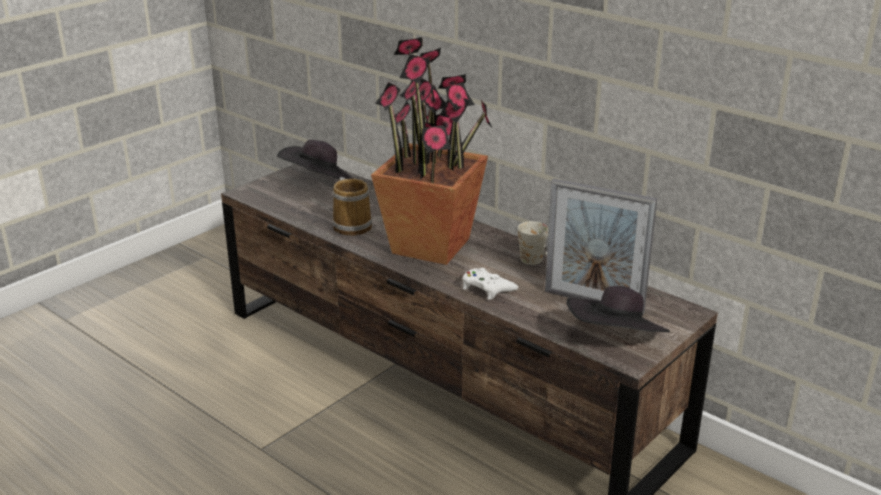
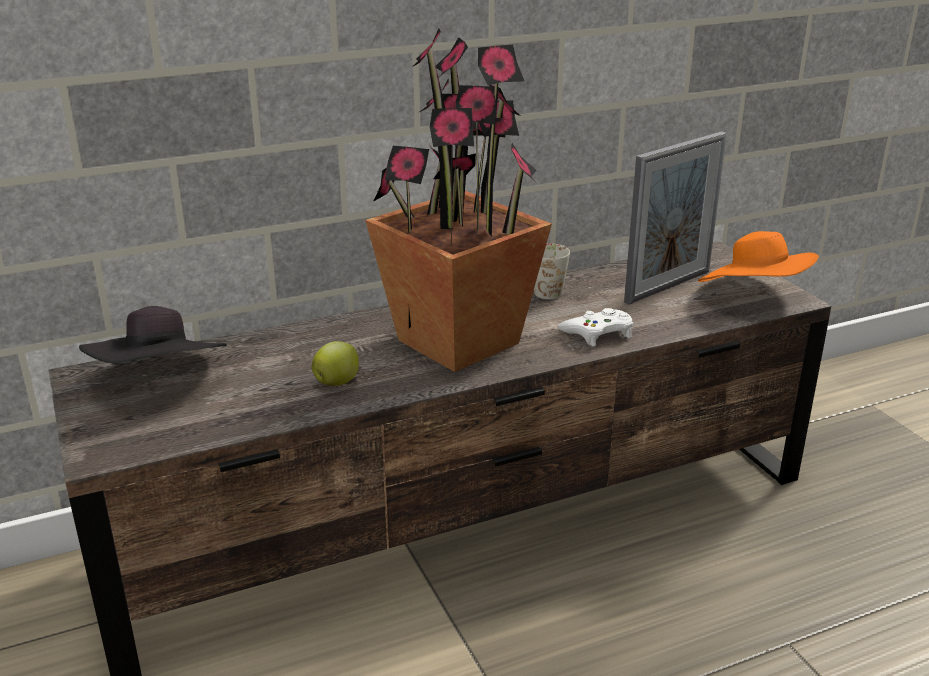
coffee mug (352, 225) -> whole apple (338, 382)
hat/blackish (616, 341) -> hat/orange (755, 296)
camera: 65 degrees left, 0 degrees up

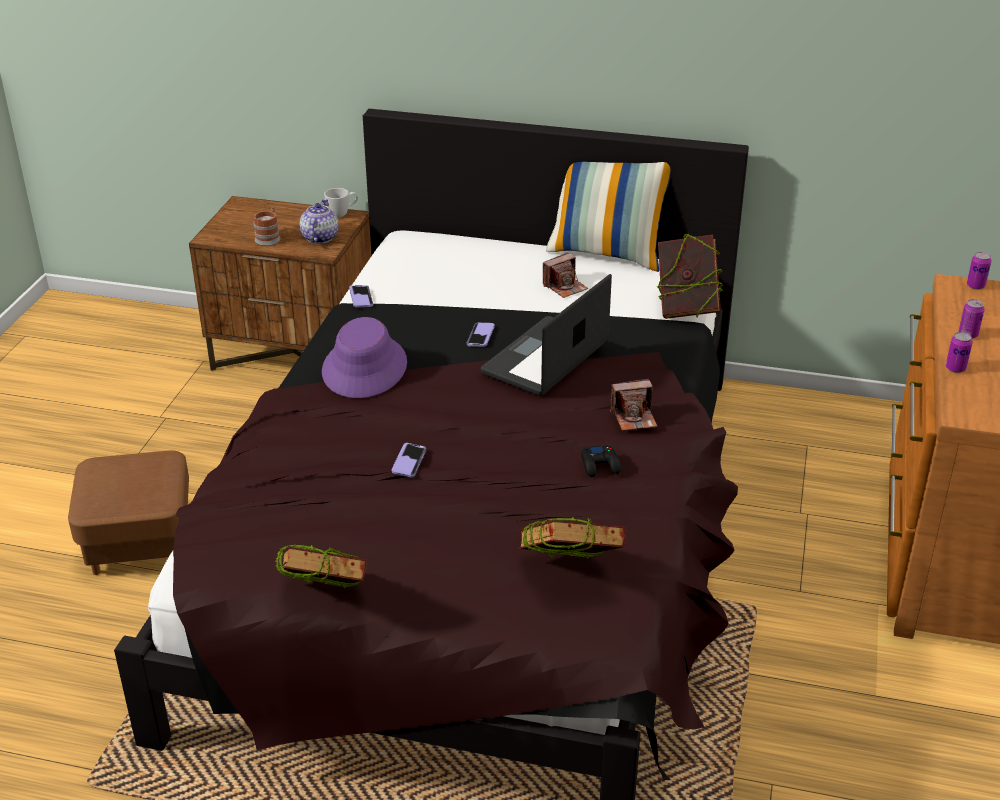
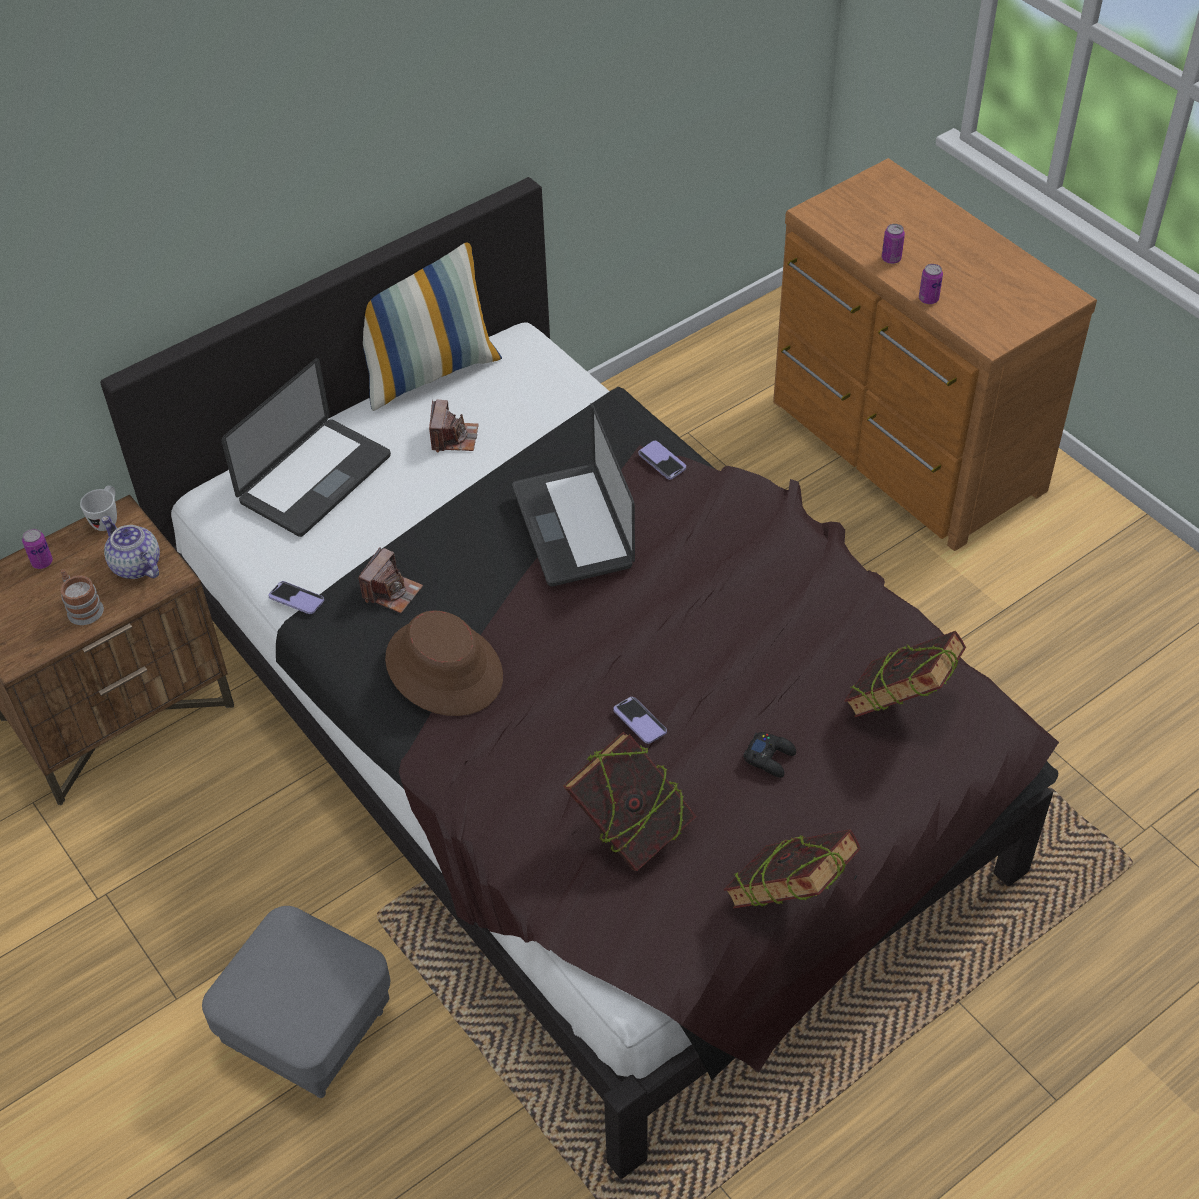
metal can (975, 286) -> metal can (42, 562), moved
pouffe/brown-coloured (139, 542) -> pouffe/greyish (308, 1028)
none -> laptop (315, 479)
photo camera (634, 418) -> photo camera (392, 592), moved
hat/purplish (365, 368) -> hat/brown-coloured (444, 668)
bound book (686, 309) -> bound book (630, 831), moved
phone (480, 336) -> phone (662, 461), moved
joypad/blackish (600, 465) -> joypad/blackish (770, 757), moved
camera: 50 degrees left, 15 degrees up

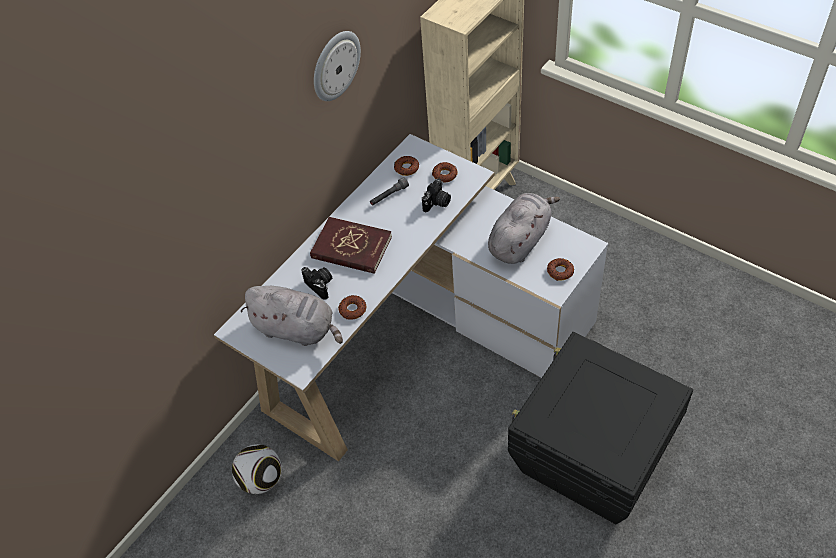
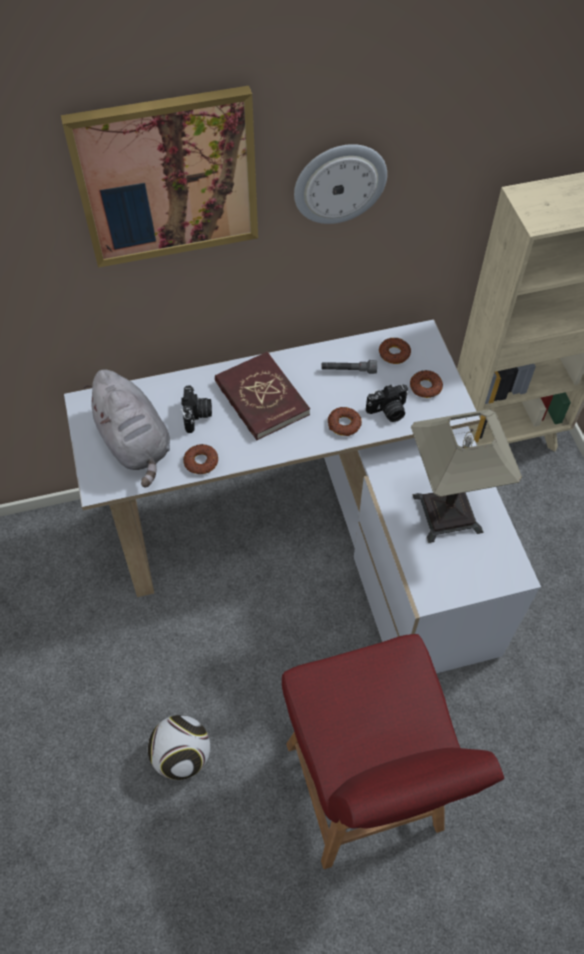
none -> wall picture (167, 178)
football ball (261, 479) -> football ball (182, 755), moved
storage container/blackish (590, 457) -> chair/red (364, 790)
doughnut (560, 271) -> doughnut (344, 424), moved
cuddly toy/greyish (520, 240) -> table lamp (447, 513)
camera: 35 degrees right, 5 degrees up

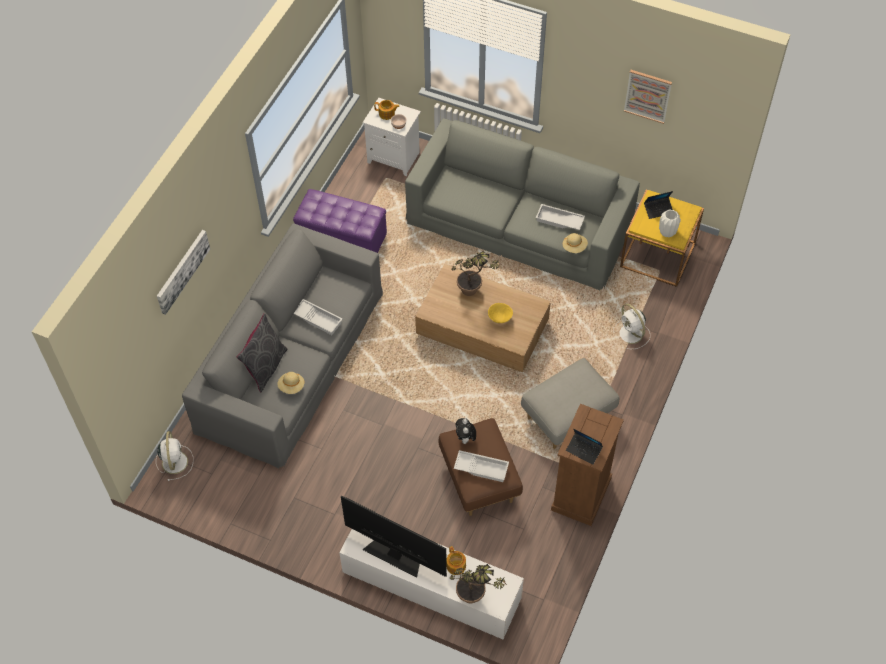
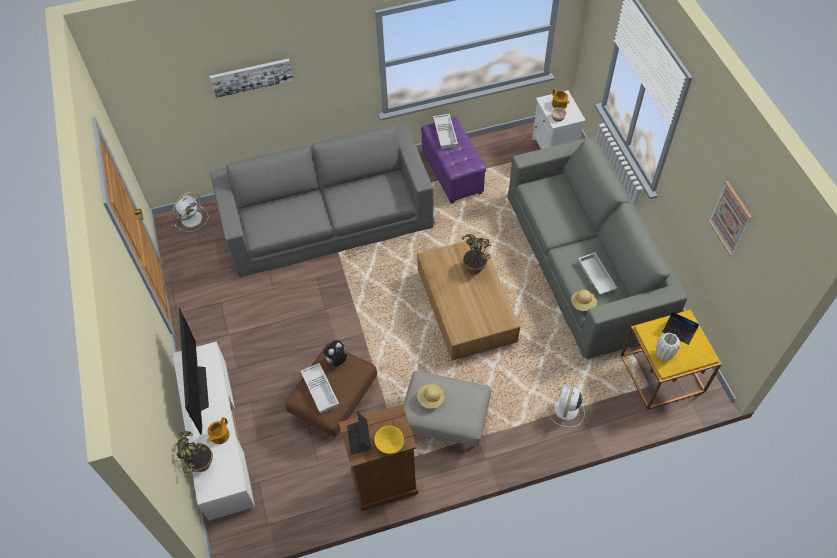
bowl/yellowish (500, 318) -> bowl/yellowish (389, 444), moved
hat/beige-coloured (291, 386) -> hat/beige-coloured (430, 399), moved
serving tray/white (318, 318) -> serving tray/white (446, 133), moved
throw pillow/greyish (265, 367) -> none
camera: 50 degrees right, 0 degrees up

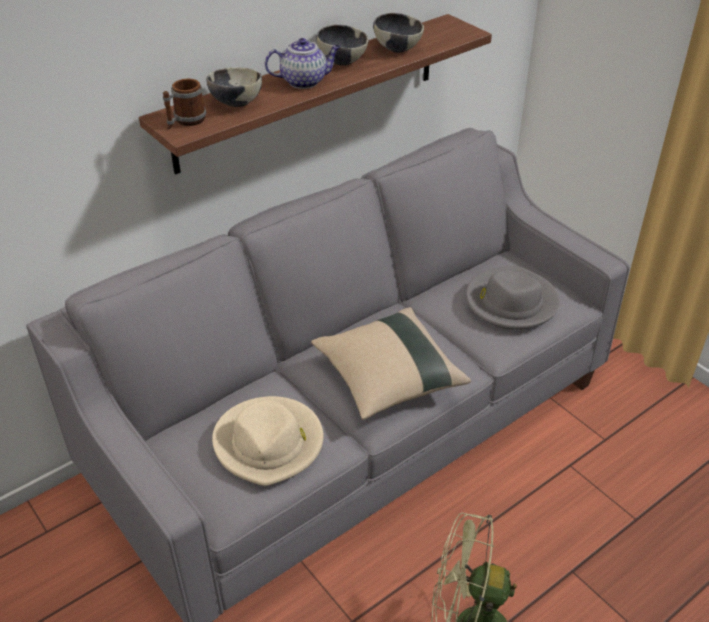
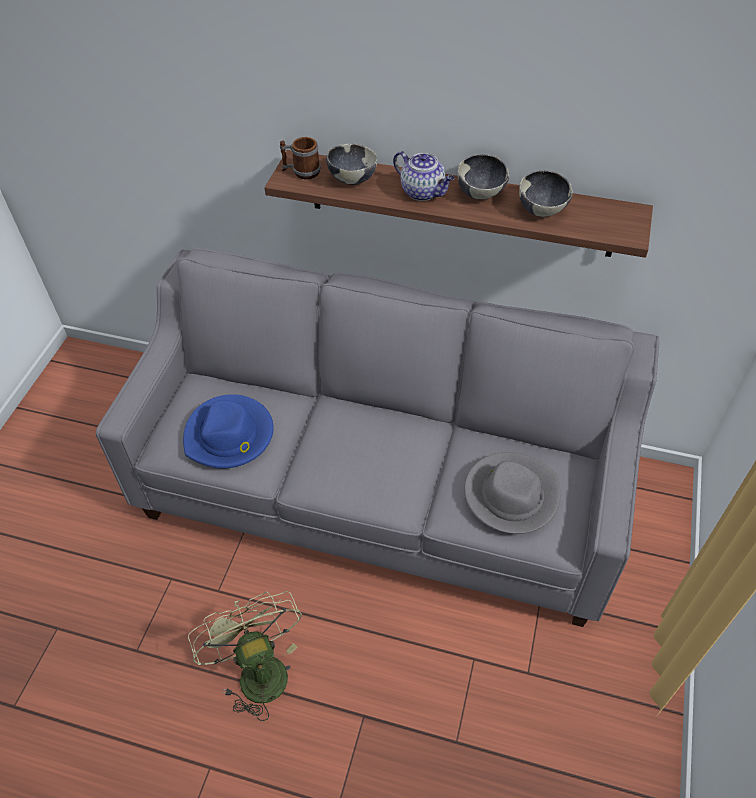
hat/beige-coloured (269, 443) -> hat/bluish (229, 435)
throw pillow/beige-coloured (388, 378) -> none
camera: 55 degrees right, 10 degrees up

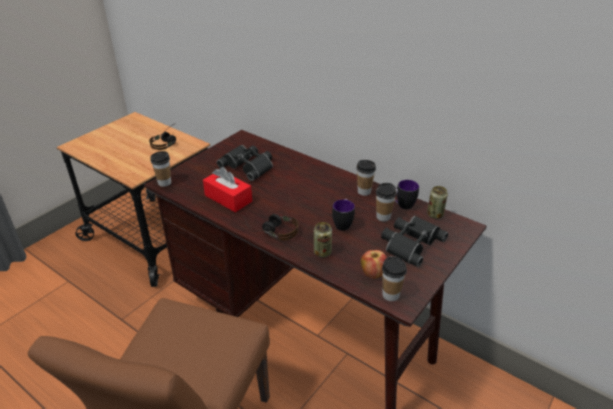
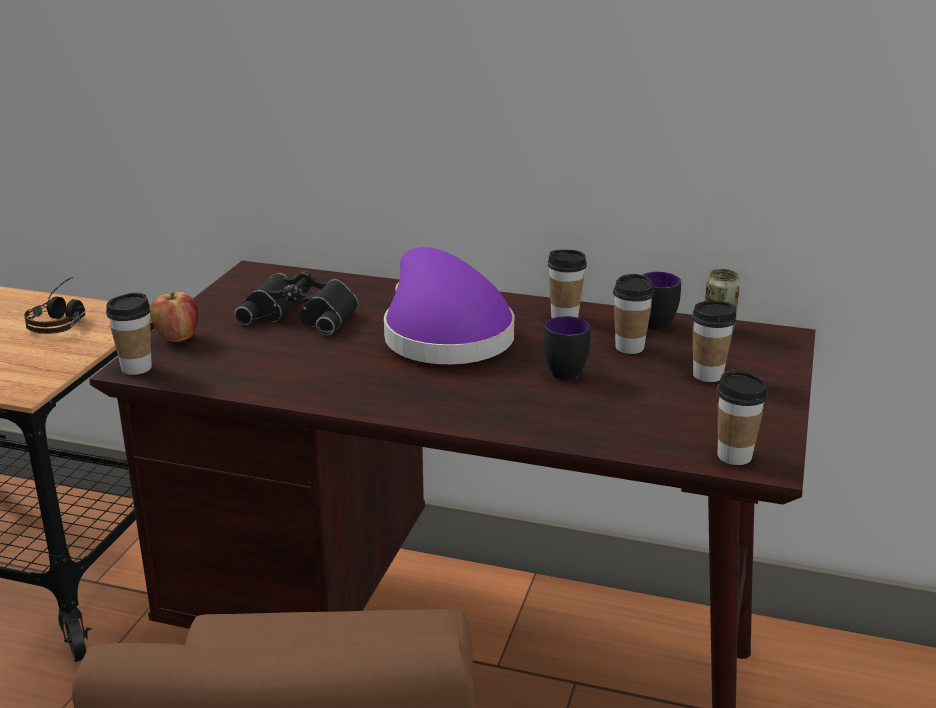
whole apple (373, 274) -> whole apple (177, 337), moved
none -> hat/purplish (443, 335)
field glasses/blackish (410, 242) -> drinking cup (707, 375)
tissue holder/red (228, 198) -> none
headset (272, 230) -> none
metal can (322, 252) -> none
camera: 20 degrees left, 10 degrees down

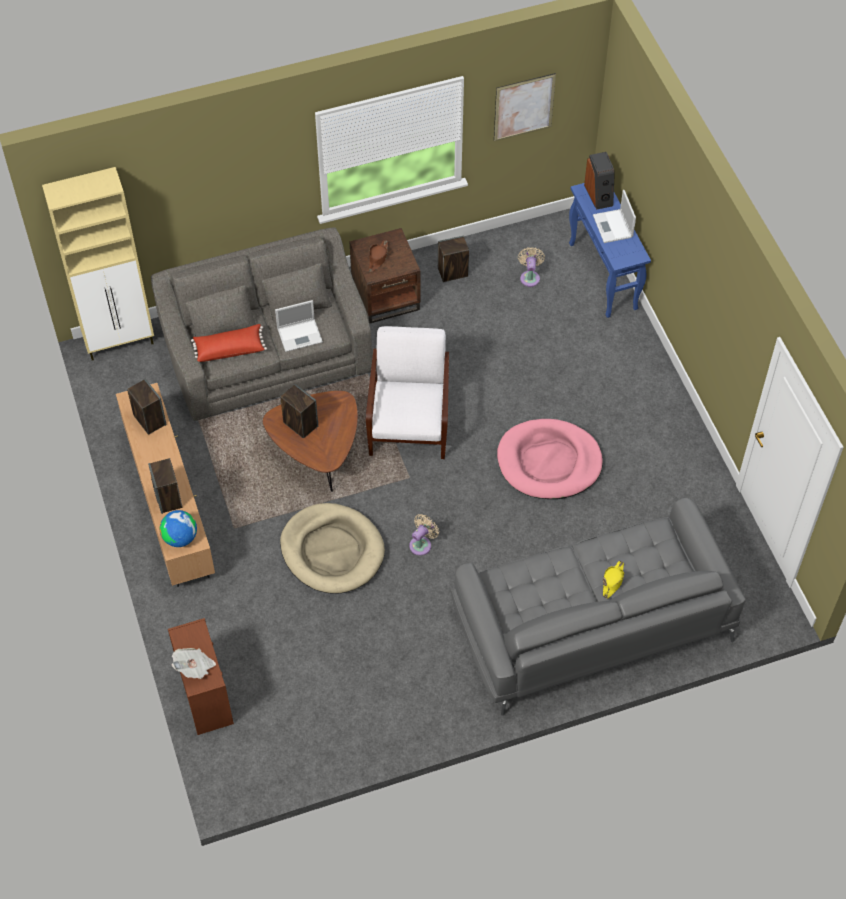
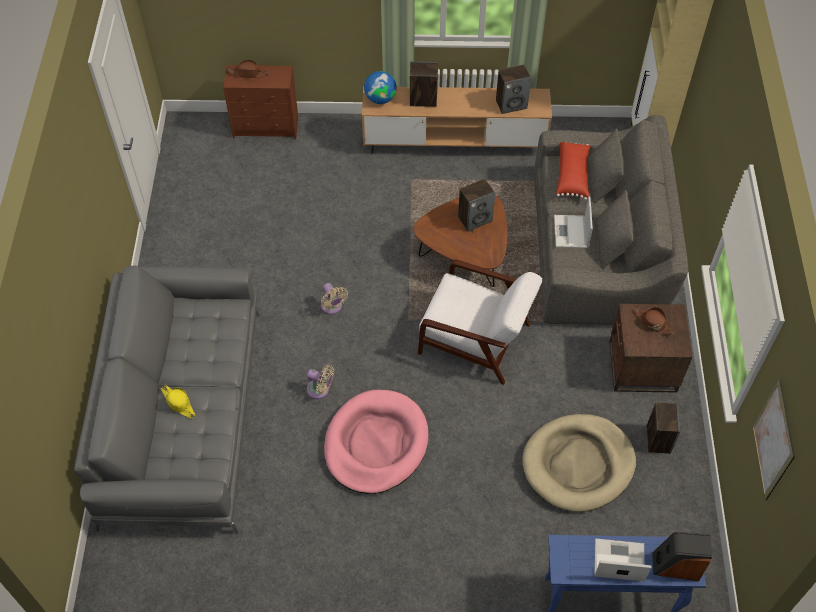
printed paper (194, 667) -> hat/brown-coloured (249, 73)
electric fan/beige-coloured (530, 277) -> electric fan/beige-coloured (320, 390), moved
dog bed/beige-coloured (332, 551) -> dog bed/beige-coloured (578, 464), moved
camera: 110 degrees right, 0 degrees up

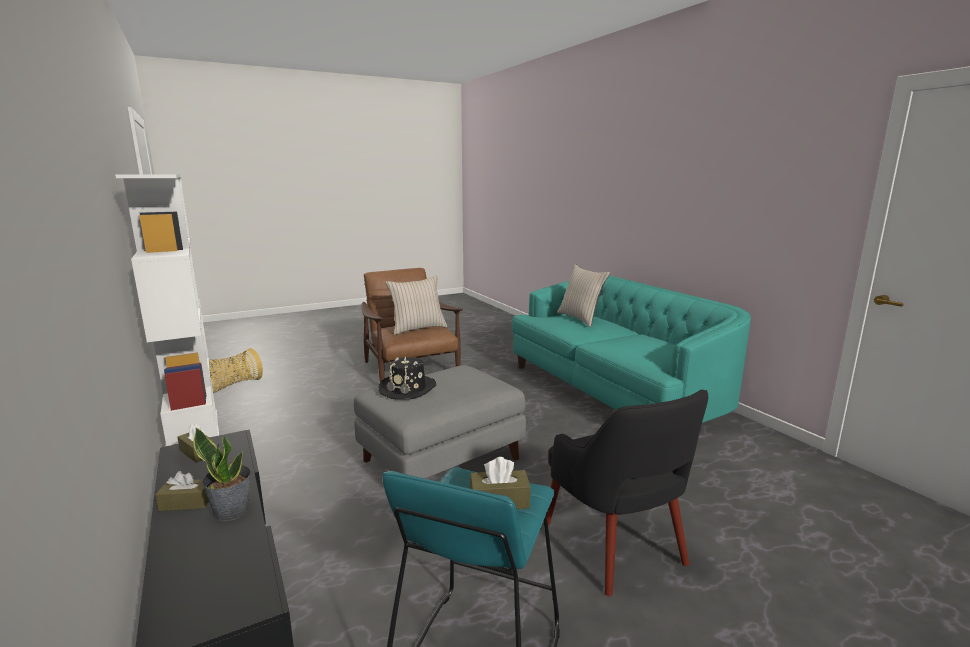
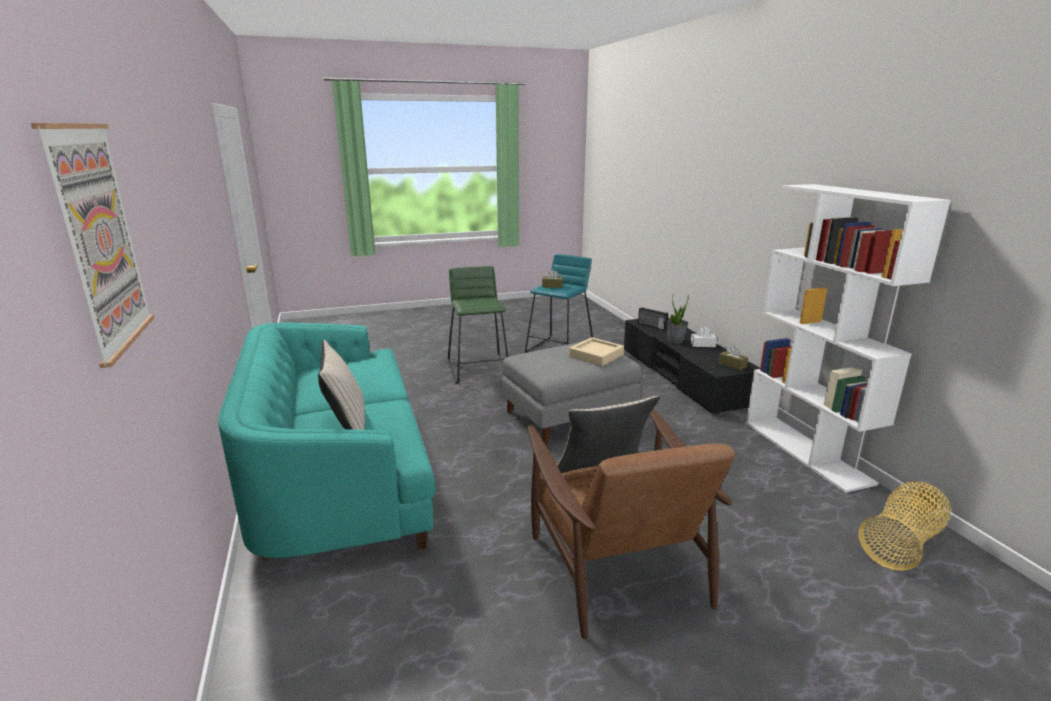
none -> wall picture (98, 239)
easy chair/blackish (615, 545) -> stool seat/green-coloured (479, 370)
hat/blackish (408, 388) -> serving tray/beige-coloured (596, 355)
none -> radio receiver (651, 326)
tissue holder/brown-coloured (186, 502) -> tissue holder/white (703, 345)
camera: 170 degrees left, 5 degrees up

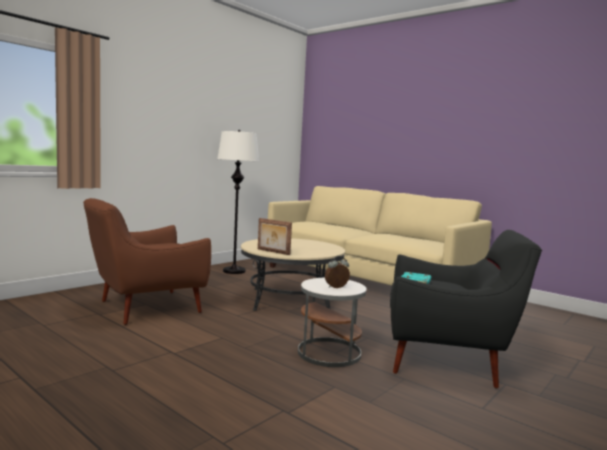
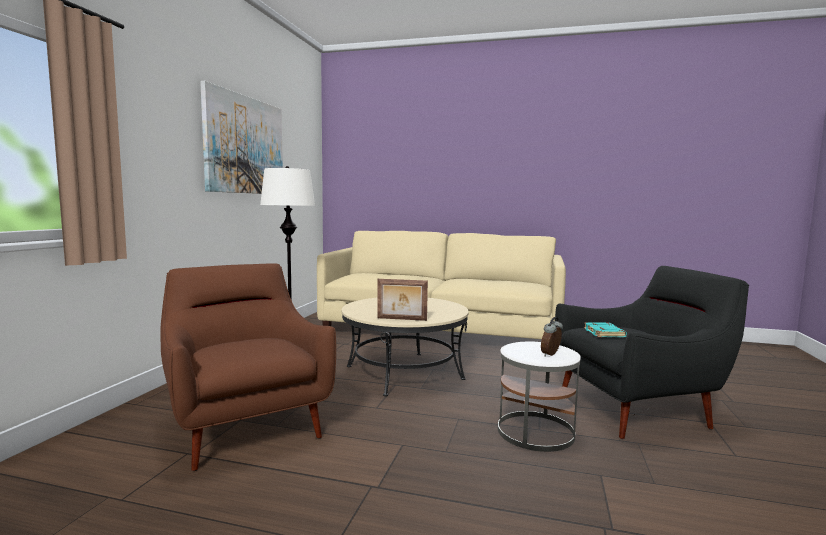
easy chair/brown-coloured (145, 307) -> easy chair/brown-coloured (245, 425), 120 degrees clockwise
none -> wall picture (245, 145)
camera: 25 degrees left, 0 degrees up

